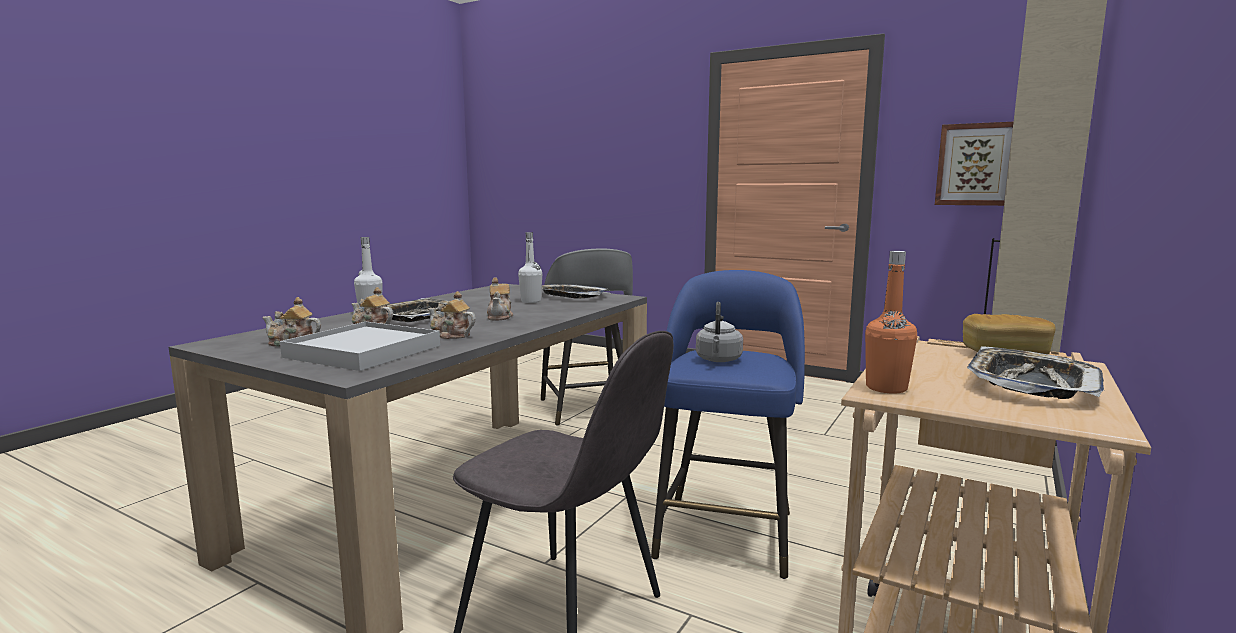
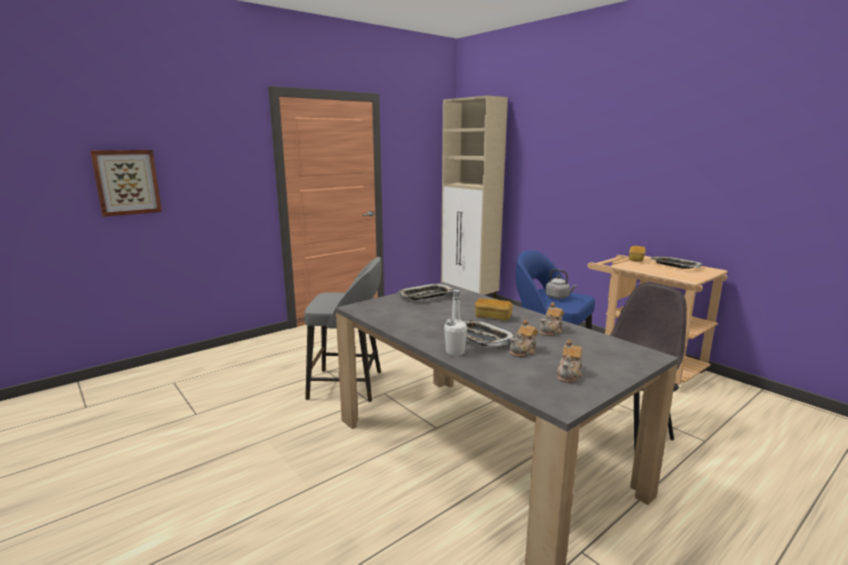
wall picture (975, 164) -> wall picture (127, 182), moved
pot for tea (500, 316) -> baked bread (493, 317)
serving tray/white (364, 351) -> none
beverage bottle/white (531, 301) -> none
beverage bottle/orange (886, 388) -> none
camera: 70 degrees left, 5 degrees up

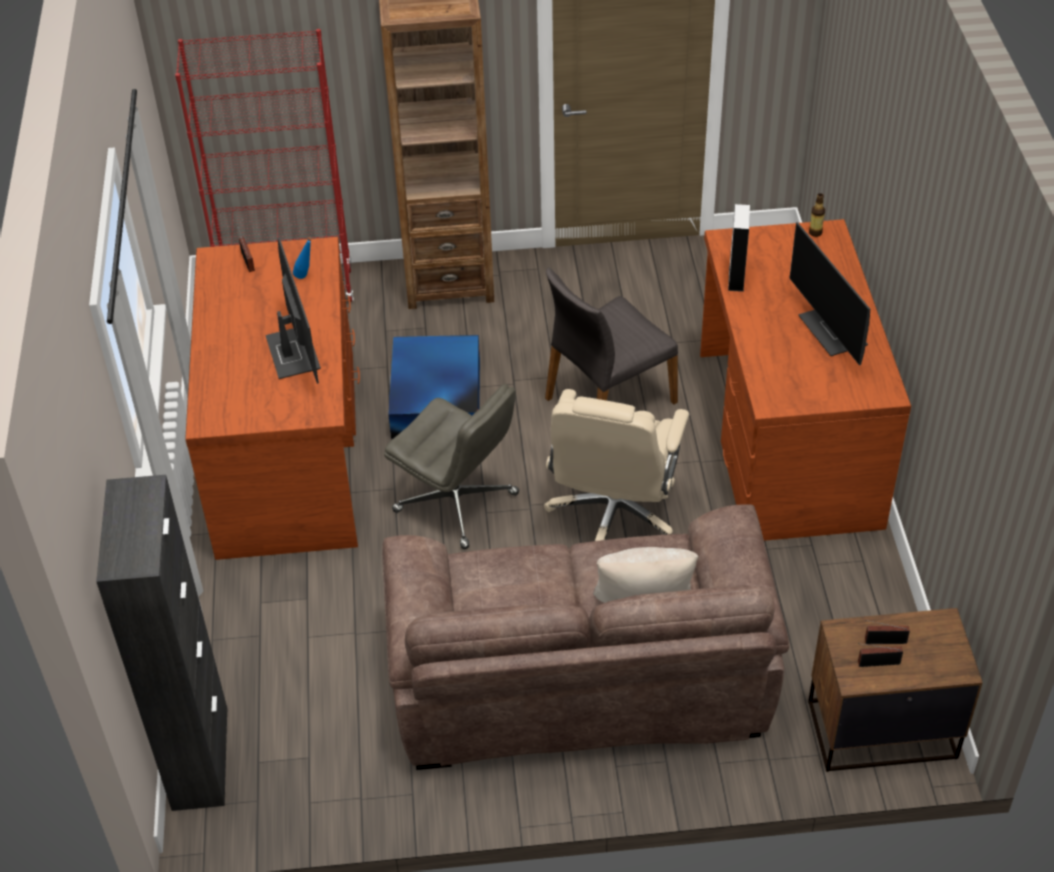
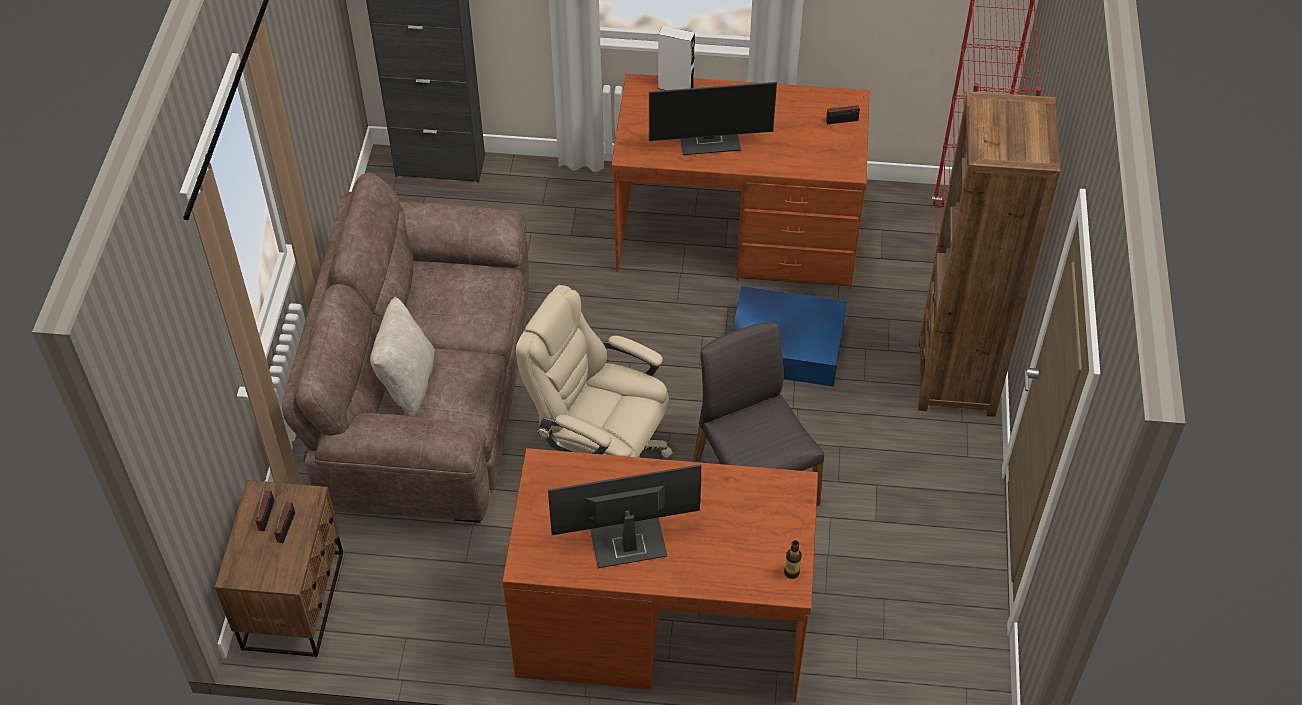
speaker/white (736, 278) -> speaker/white (675, 87), moved
beverage bottle/bluish (306, 278) -> none
desk chair/greyish (457, 503) -> none
camera: 100 degrees right, 5 degrees up

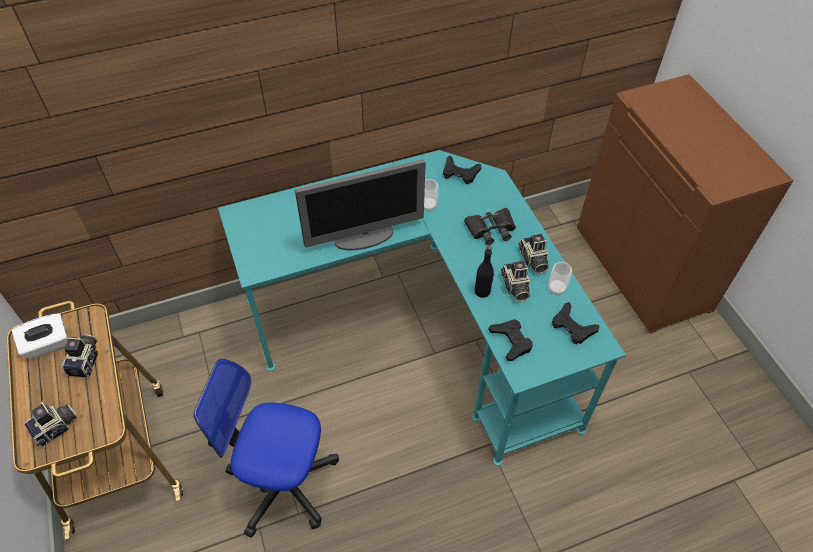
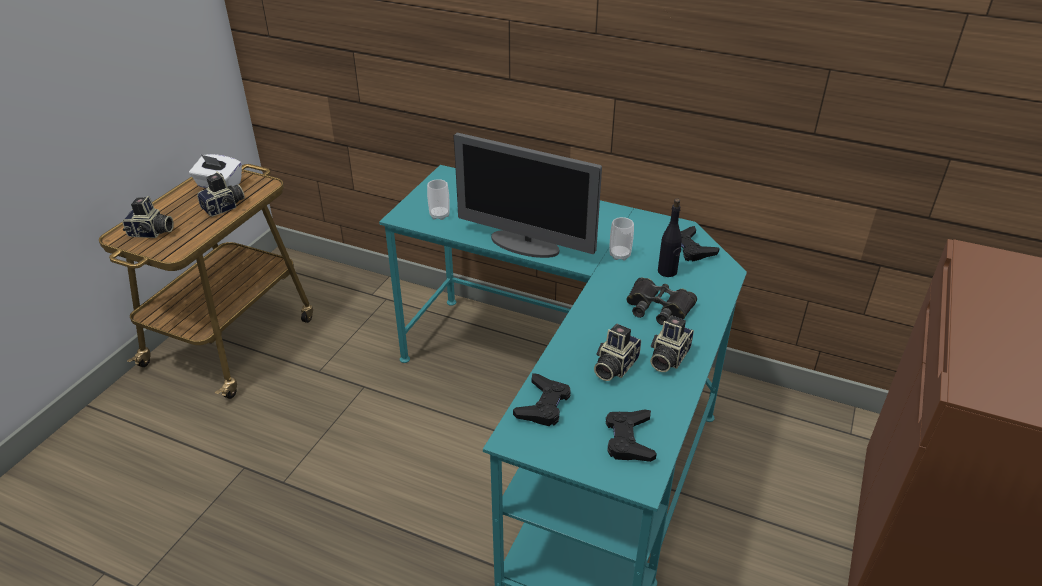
drinking cup (556, 289) -> drinking cup (439, 215), moved
beverage bottle/blackish (482, 291) -> beverage bottle/blackish (667, 272), moved
desk chair (283, 482) -> none
camera: 45 degrees right, 15 degrees down

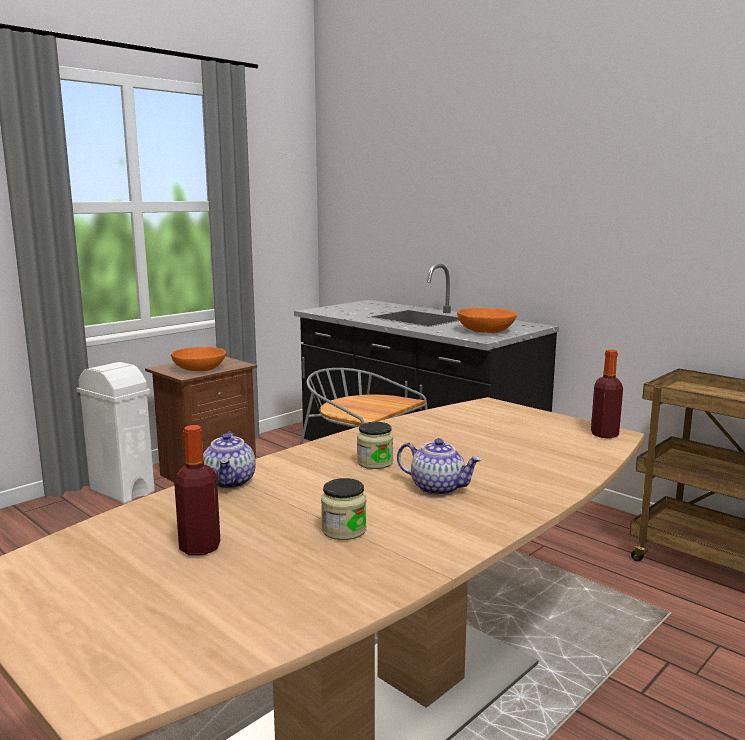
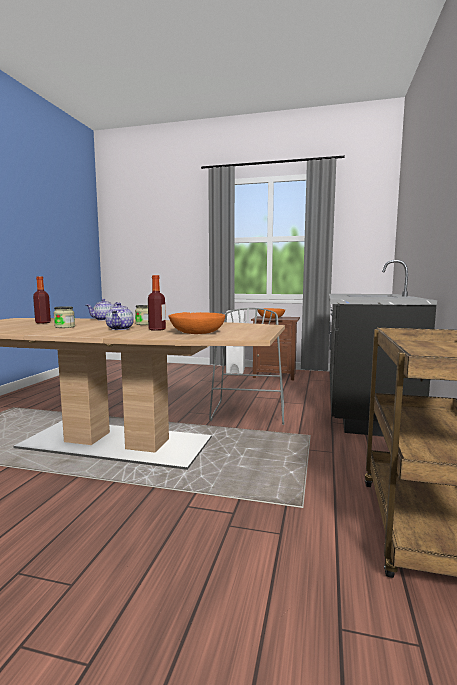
beverage bottle (604, 434) -> beverage bottle (157, 329), moved
bowl/orange (486, 331) -> bowl/orange (196, 333), moved
camera: 60 degrees right, 5 degrees down

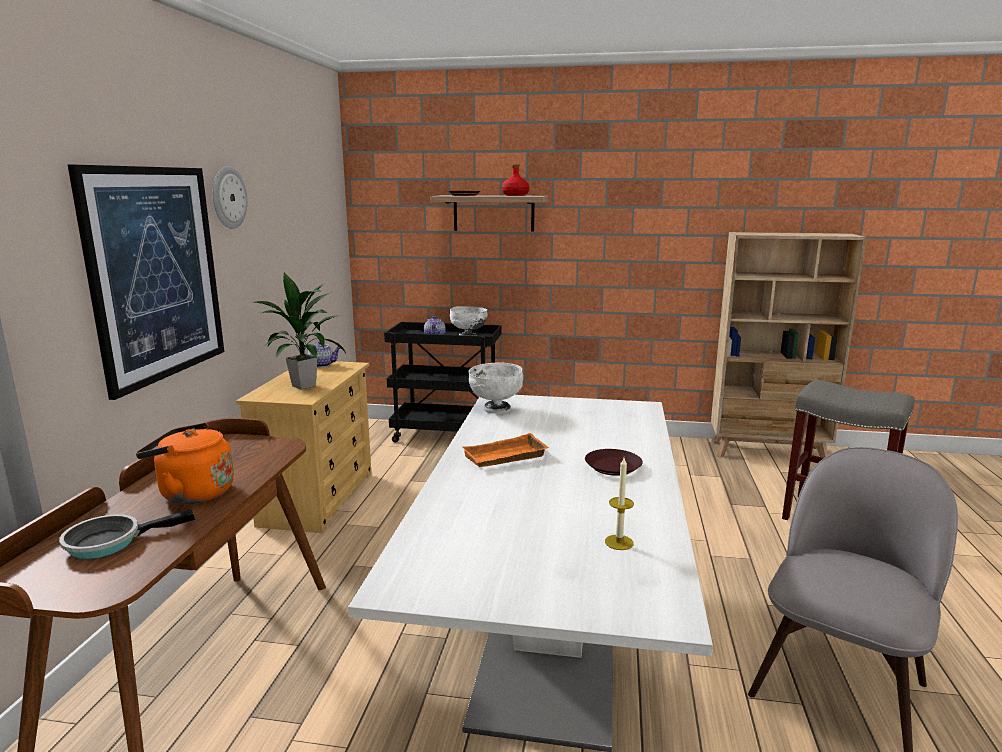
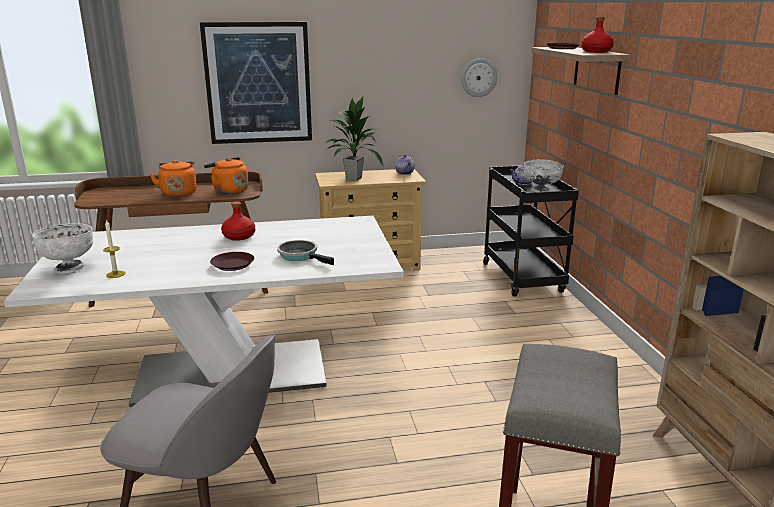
bowl/white (496, 409) -> bowl/white (69, 268), moved
none -> tea kettle/orange (229, 191)
serving tray/orange (505, 458) -> beverage bottle/red (238, 236)
frying pan (110, 542) -> frying pan (300, 256), moved
wall clock (228, 197) -> wall clock (478, 77), moved
camera: 70 degrees right, 5 degrees up

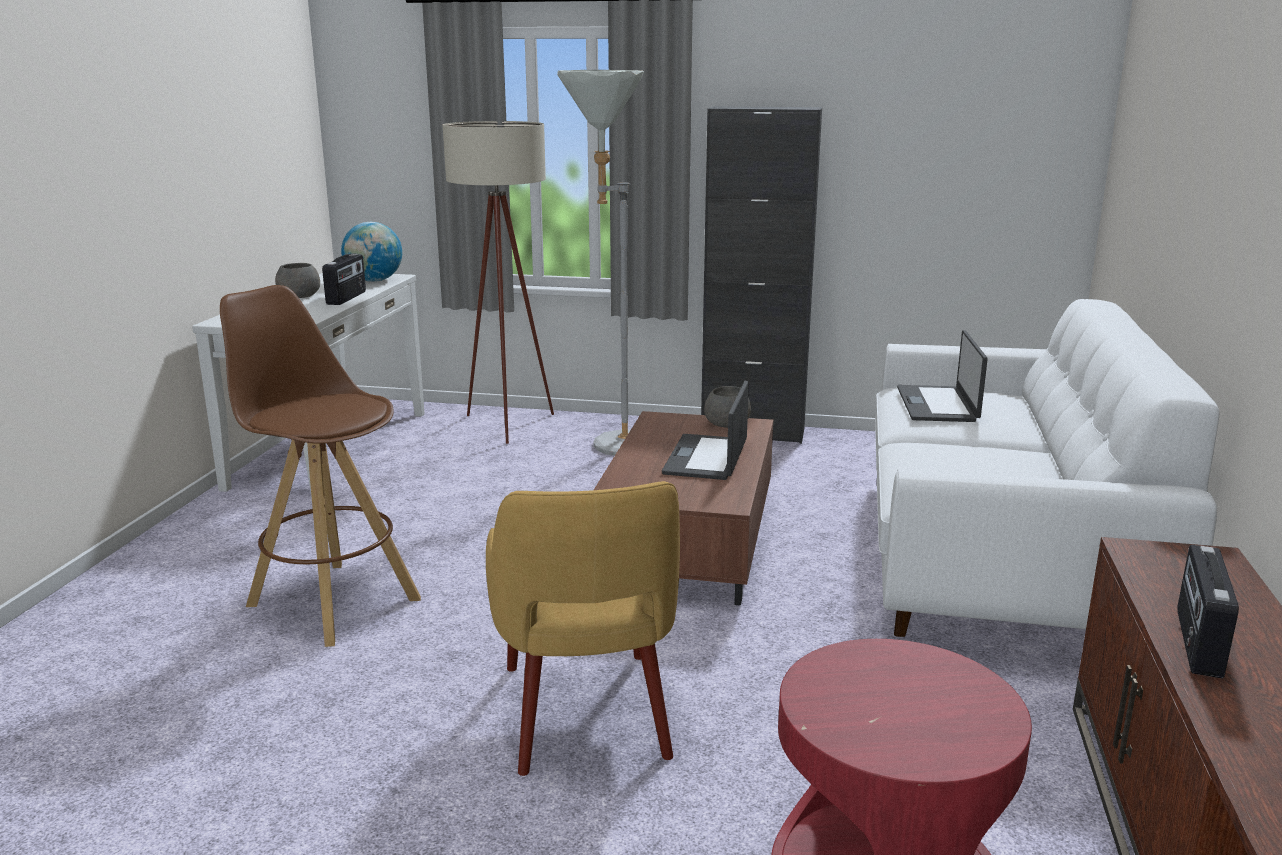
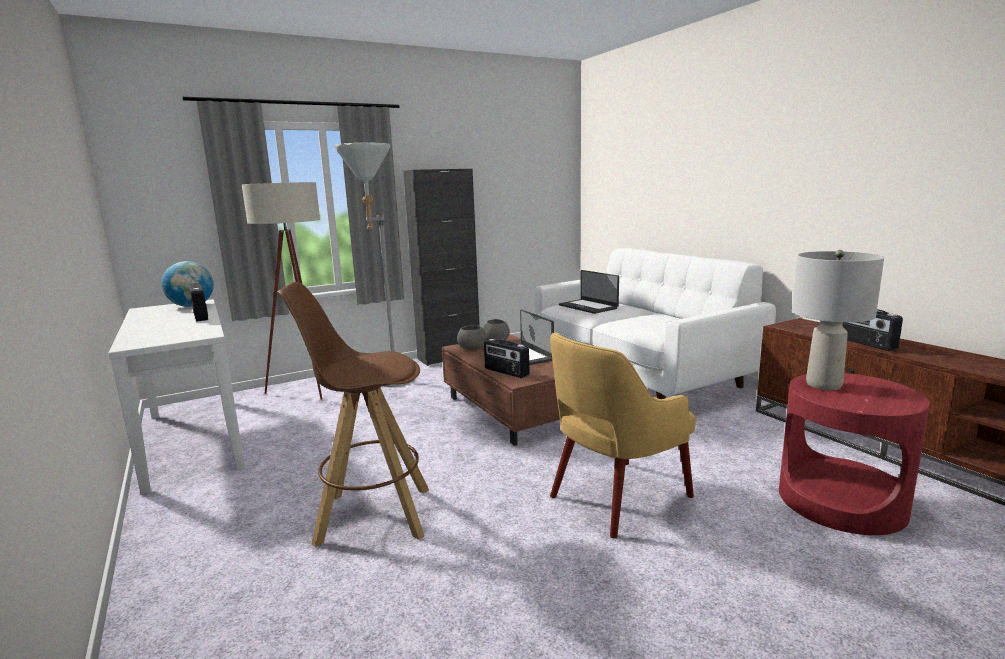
bowl/greyish (300, 296) -> bowl/greyish (472, 347), moved
none -> radio receiver (506, 372)
easy chair/yellowish (585, 714) -> easy chair/yellowish (617, 497), 105 degrees clockwise
none -> table lamp/greyish (824, 385)
camera: 40 degrees left, 5 degrees down

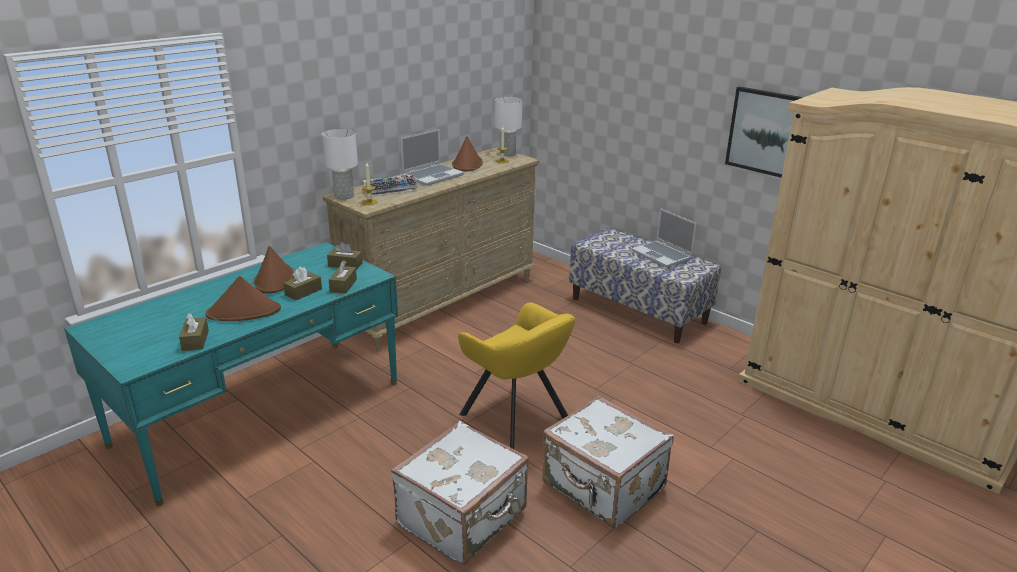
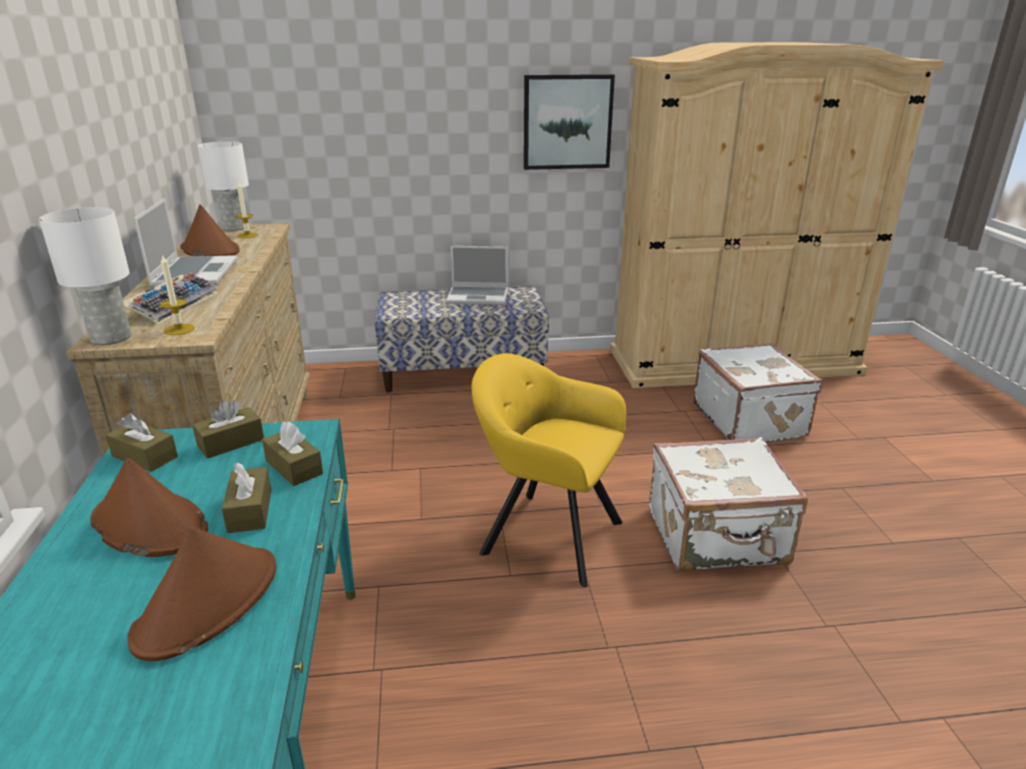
tissue holder/brown-coloured (195, 340) -> tissue holder/brown-coloured (145, 456), moved
easy chair/yellowish (517, 419) -> easy chair/yellowish (546, 534), 150 degrees counterclockwise
travel case/white (464, 518) -> travel case/white (750, 420), moved
camera: 50 degrees left, 0 degrees up

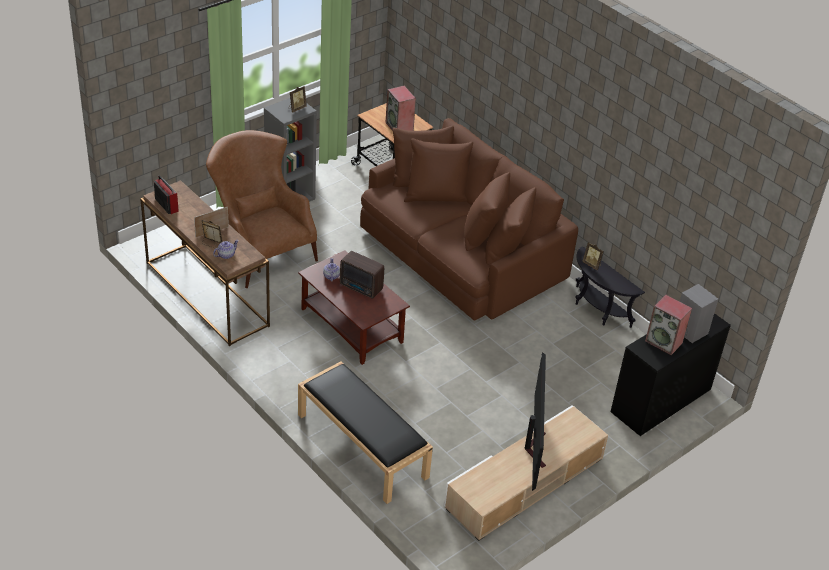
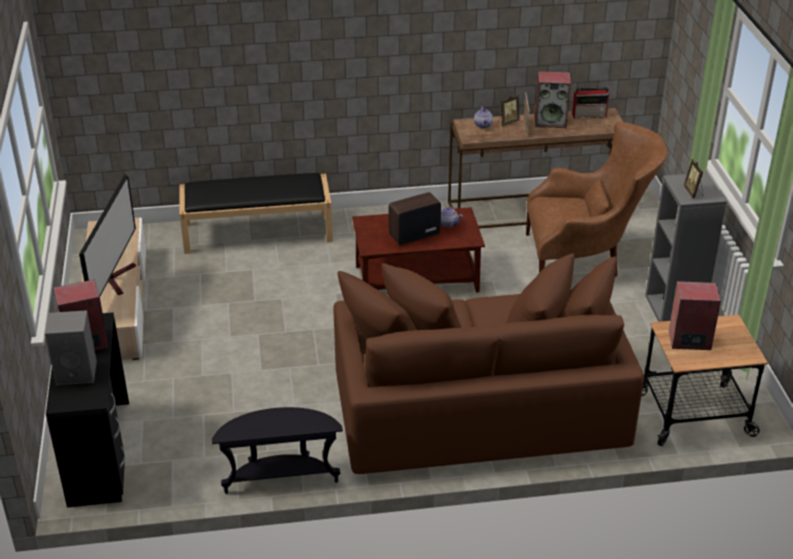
TV set (534, 447) -> TV set (118, 278), 120 degrees counterclockwise
none -> speaker (551, 121)
standing frame (592, 264) -> none
camera: 125 degrees right, 5 degrees down

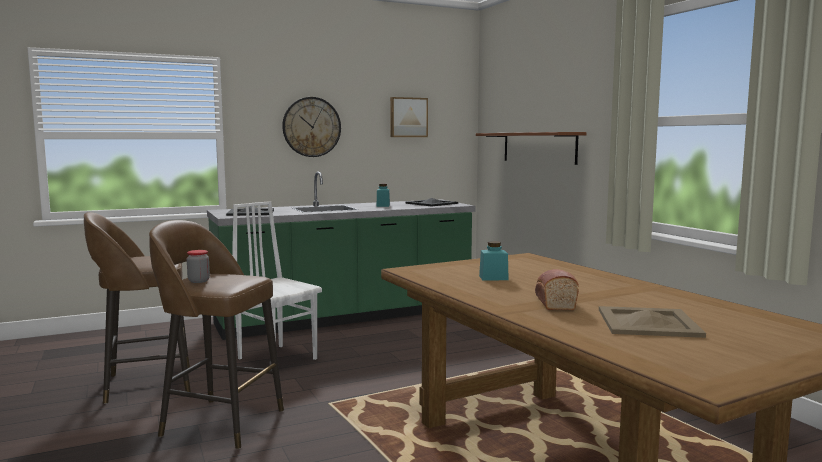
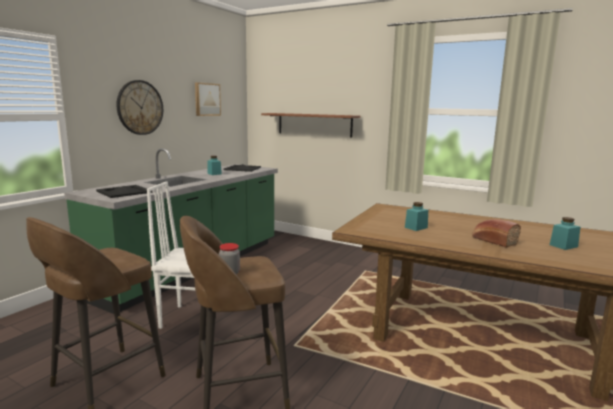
serving tray/beige-coloured (648, 322) -> jar/turquoise (563, 246)
camera: 35 degrees left, 5 degrees up

